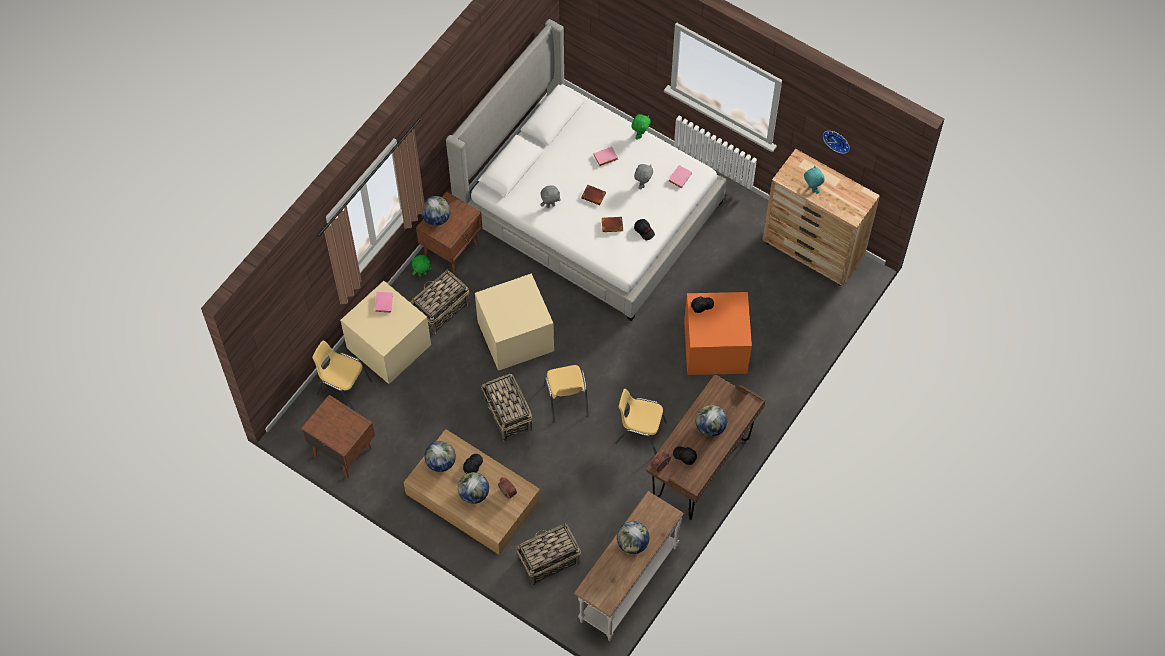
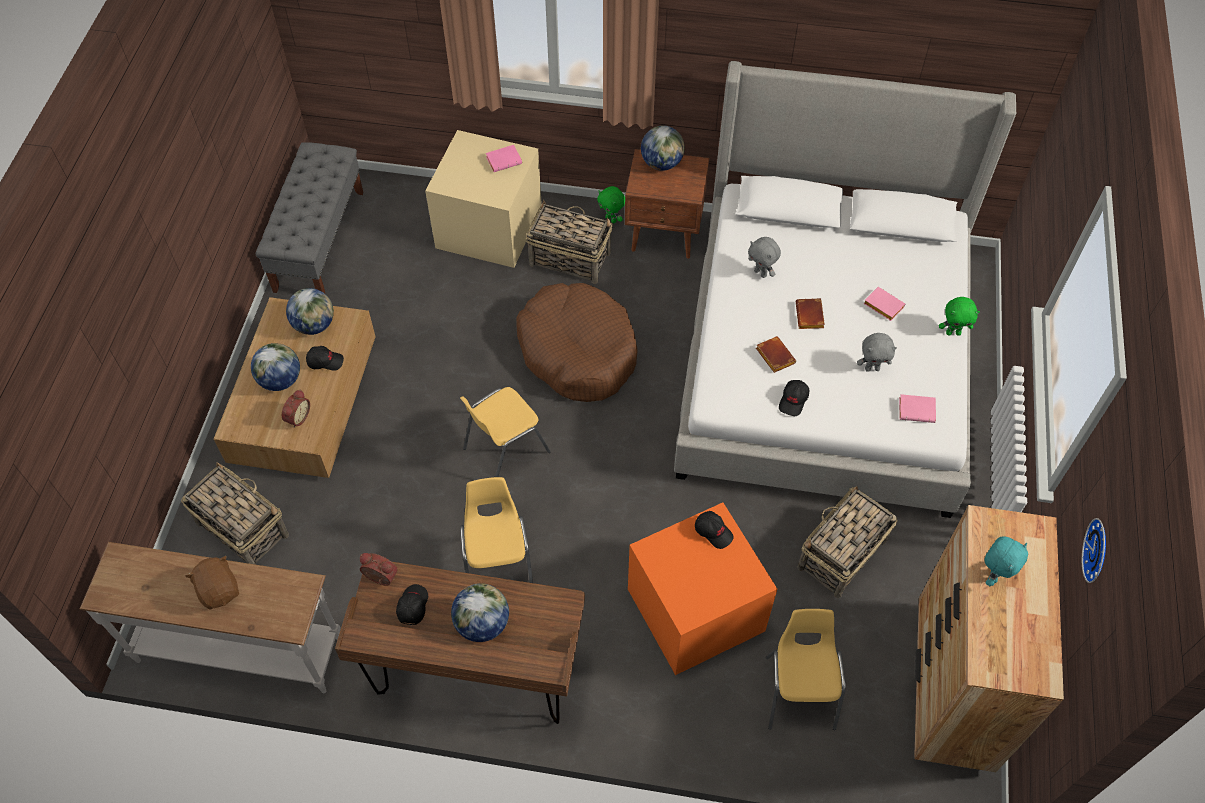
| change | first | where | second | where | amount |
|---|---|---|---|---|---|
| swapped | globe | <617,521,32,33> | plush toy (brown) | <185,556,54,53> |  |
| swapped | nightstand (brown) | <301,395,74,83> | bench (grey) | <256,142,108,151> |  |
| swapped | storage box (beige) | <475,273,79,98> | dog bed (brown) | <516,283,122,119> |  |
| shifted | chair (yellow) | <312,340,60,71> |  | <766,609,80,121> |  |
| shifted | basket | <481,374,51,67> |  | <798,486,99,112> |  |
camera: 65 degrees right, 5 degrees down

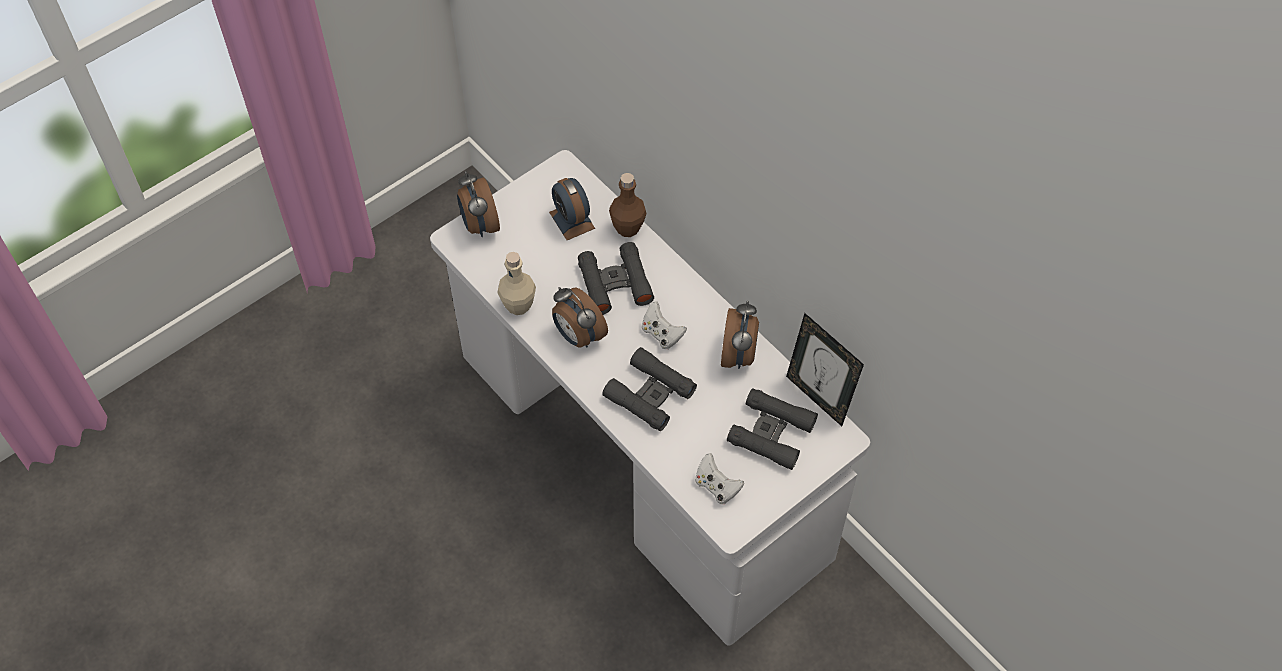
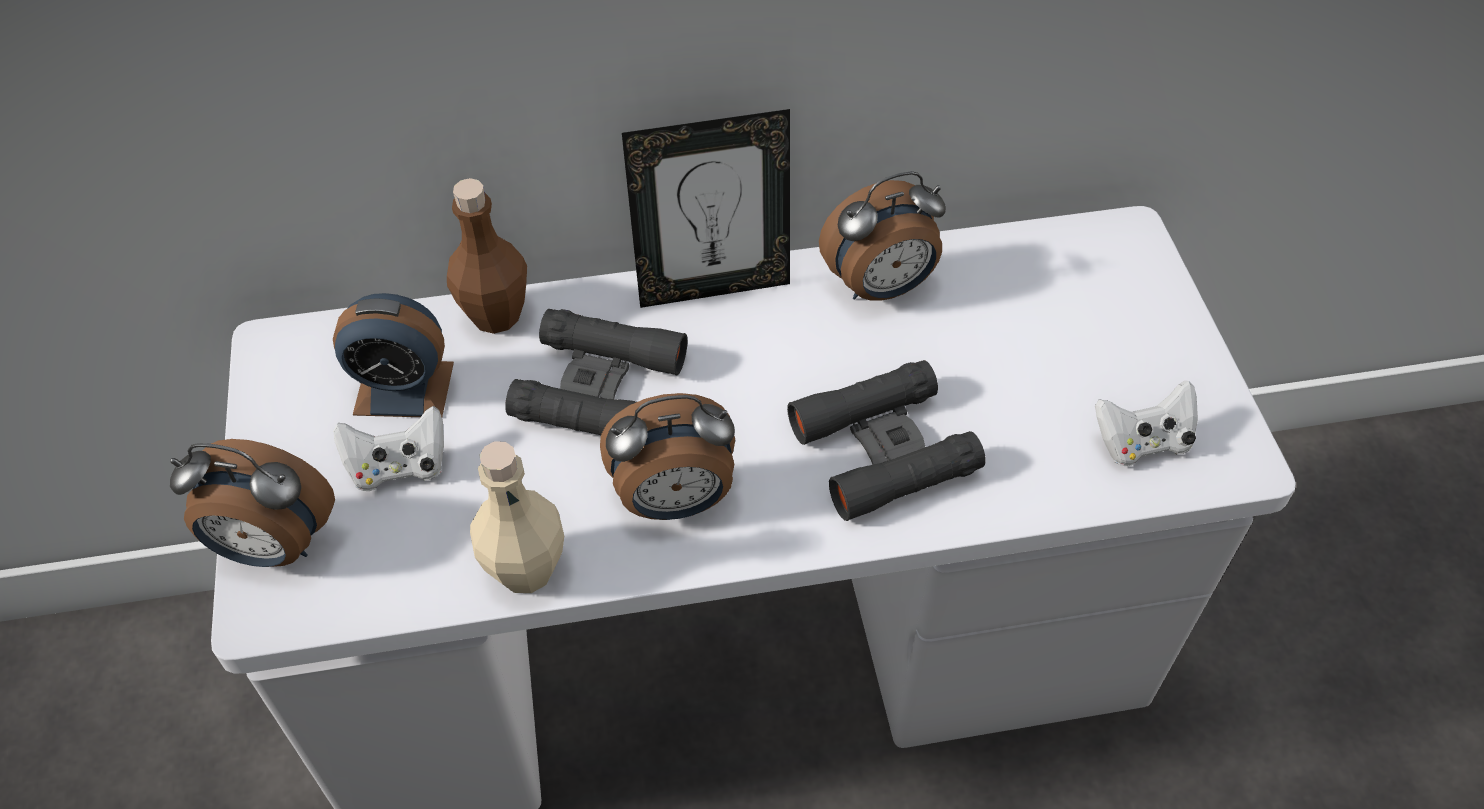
| change | first | where | second | where | amount |
|---|---|---|---|---|---|
| shifted | game controller (white) | <642,301,45,48> |  | <334,406,110,85> |  |
| shifted | picture frame | <786,313,78,113> |  | <622,109,168,199> |  |
| rotated | alarm clock | <721,301,38,68> |  | <819,171,127,130> | 120 degrees clockwise |
| gone | binoculars (black) | <727,388,91,82> |  |  |  |
camera: 60 degrees left, 5 degrees down

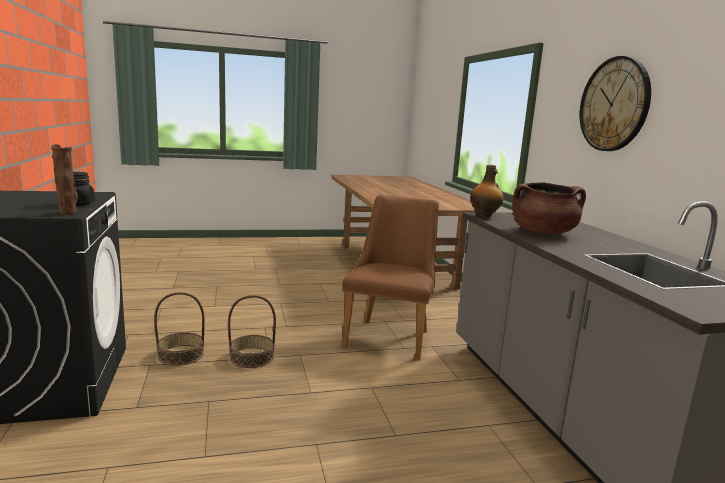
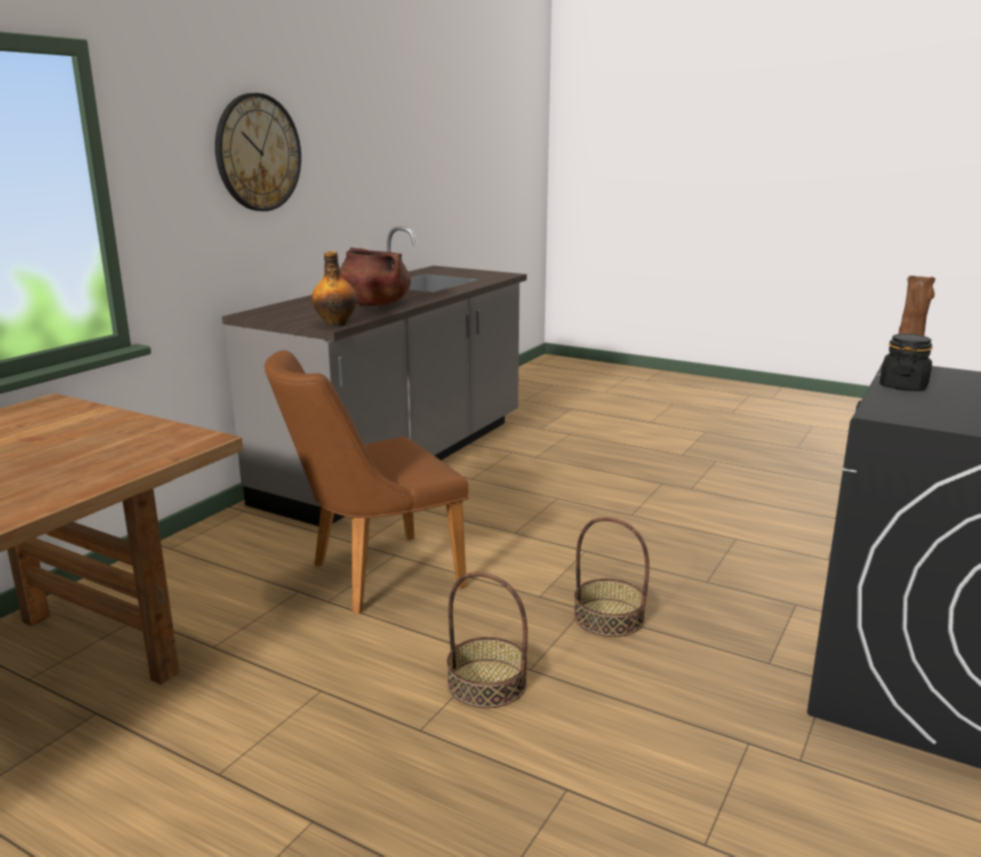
| change | first | where | second | where | amount |
|---|---|---|---|---|---|
| shifted | basket | <154,292,51,74> |  | <447,572,81,136> |  |
camera: 135 degrees left, 5 degrees up

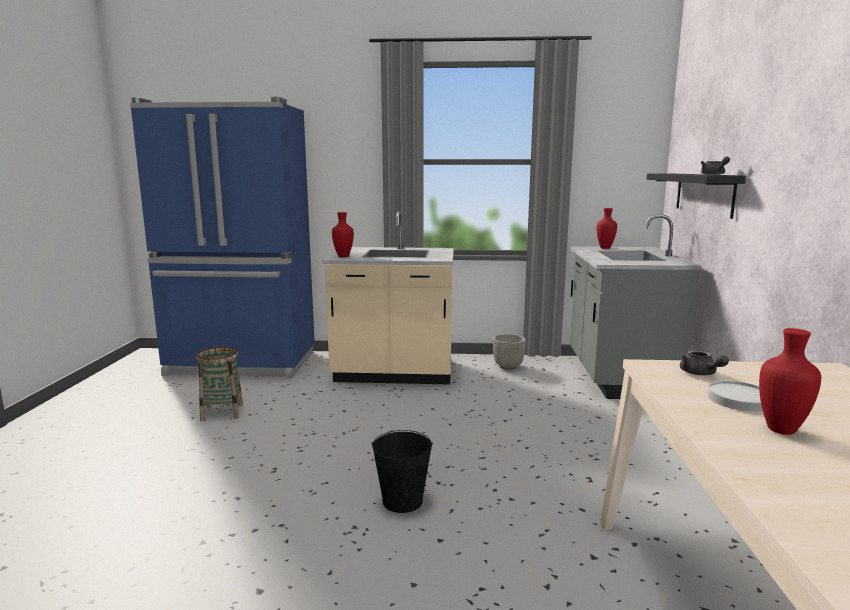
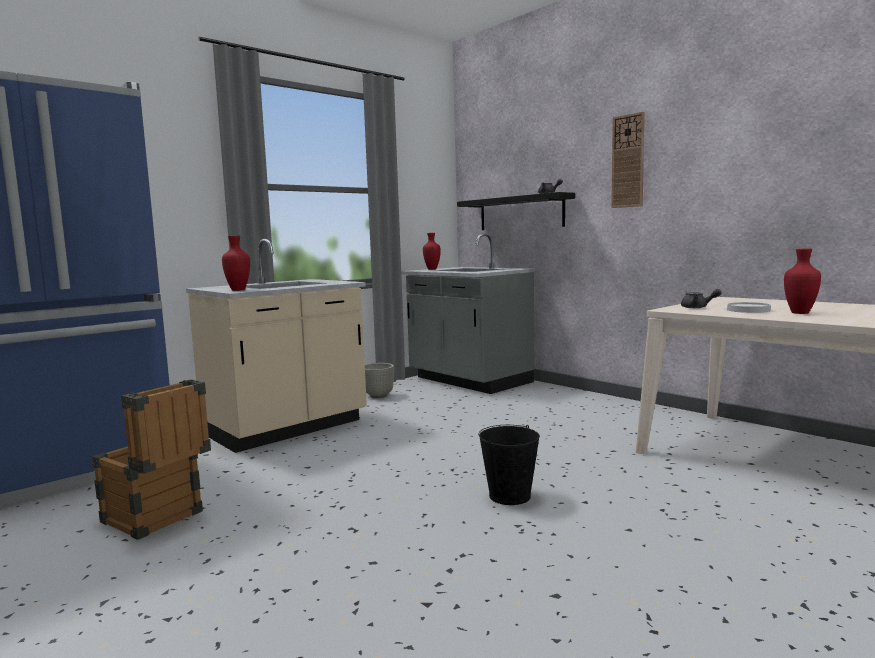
| change | first | where | second | where | amount |
|---|---|---|---|---|---|
| swapped | basket | <196,347,47,74> | crate | <92,380,119,160> |  |
| new |  |  | wall clock | <611,112,34,96> |  |
camera: 45 degrees left, 5 degrees down

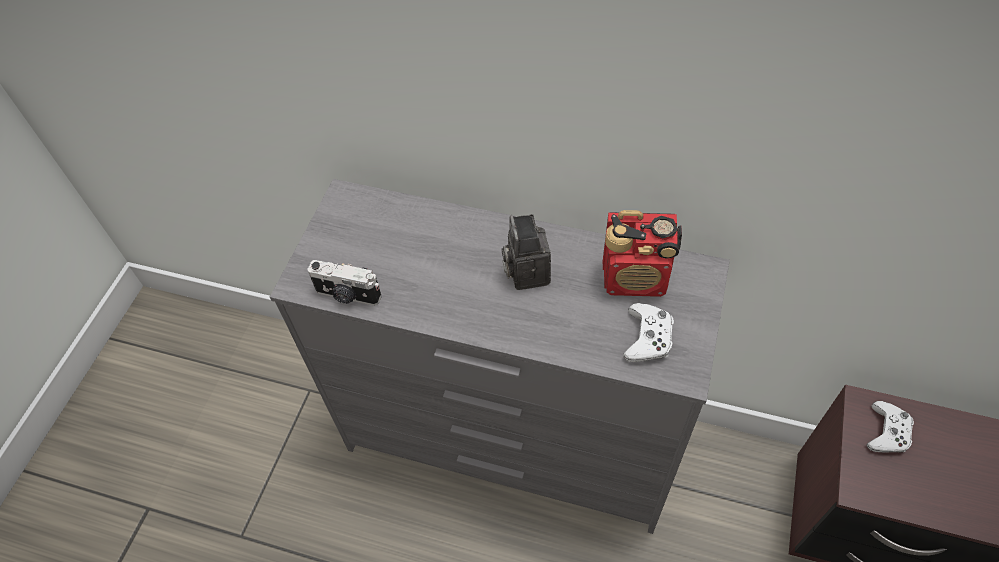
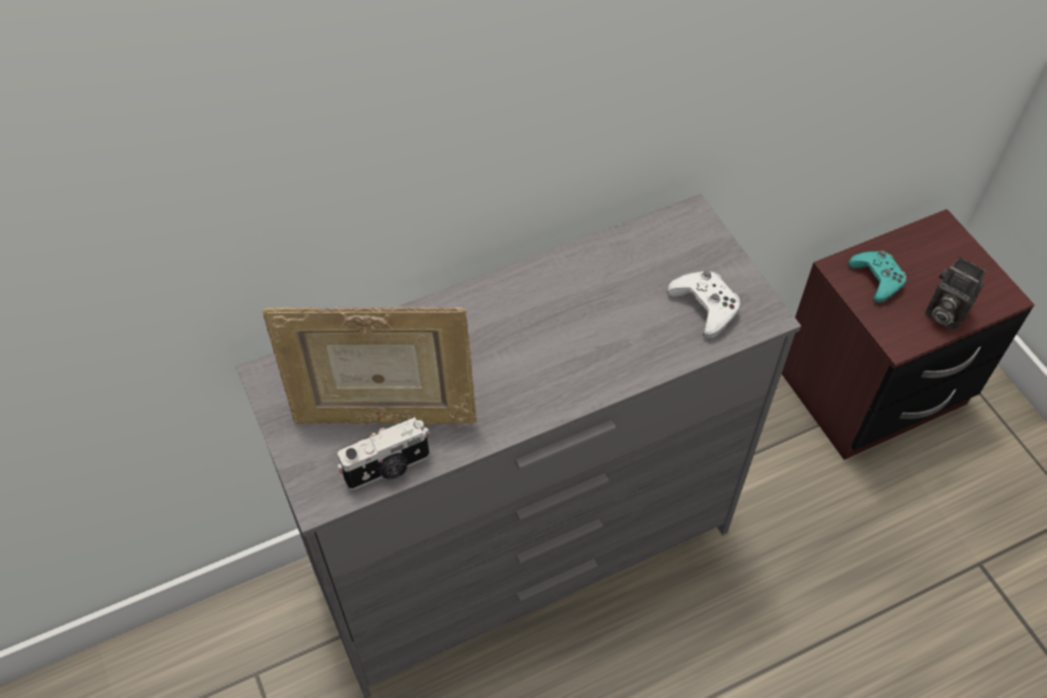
| change | first | where | second | where | amount |
|---|---|---|---|---|---|
| new |  |  | picture frame | <262,307,215,117> |  |
| repainted | game controller (white) | <866,401,48,52> | game controller (turquoise) | <848,250,58,53> |  |
| shifted | photo camera | <502,214,49,76> |  | <925,257,61,74> |  |
| gone | radio | <603,210,79,87> |  |  |  |
camera: 45 degrees left, 0 degrees up

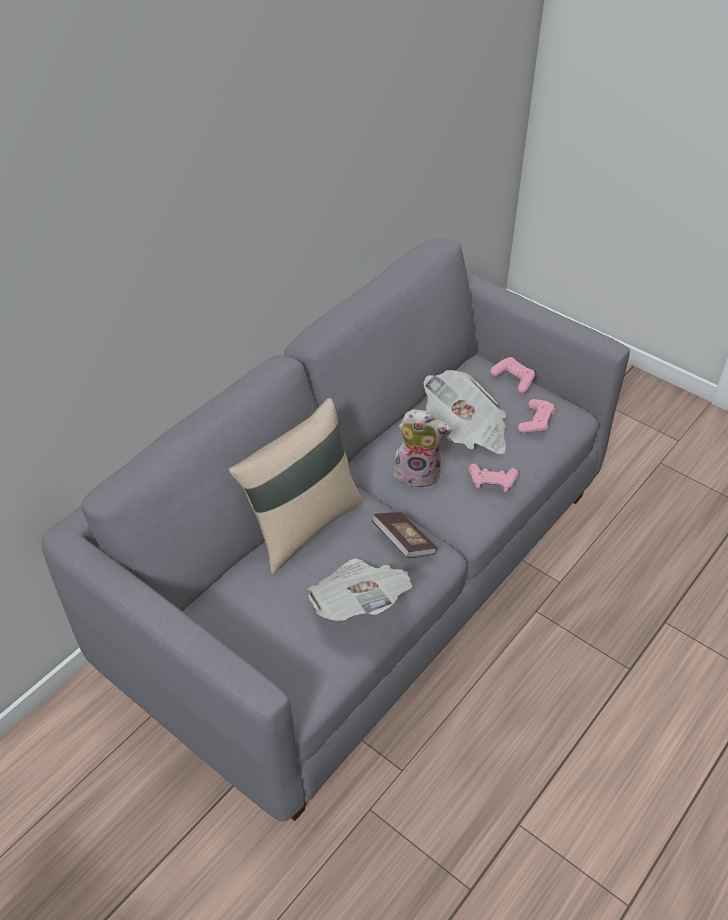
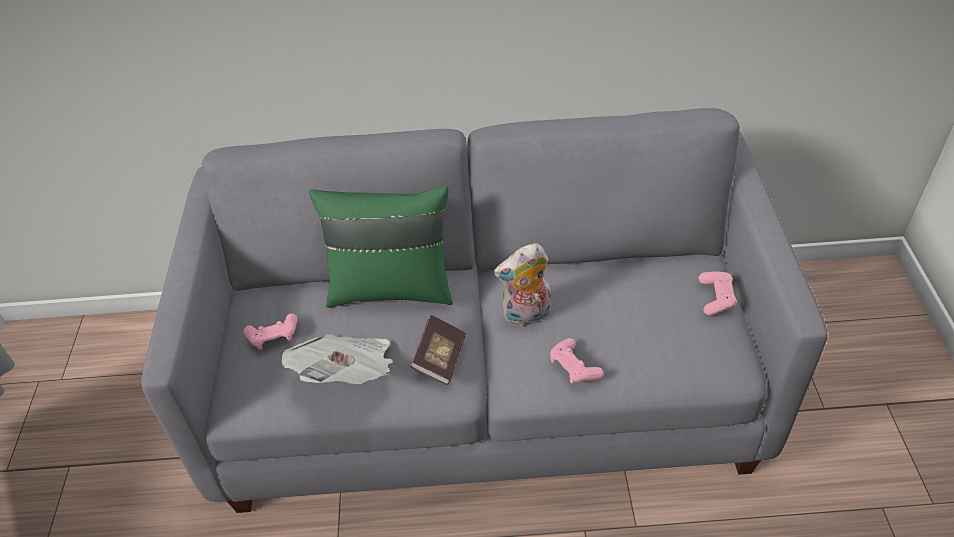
| change | first | where | second | where | amount |
|---|---|---|---|---|---|
| shifted | game controller (pink) | <518,399,37,34> |  | <244,314,53,36> |  |
| repainted | pillow (beige) | <229,398,134,176> | pillow (green) | <309,185,144,123> |  |
| rotated | plush toy | <392,409,60,79> |  | <494,243,57,83> | 105 degrees clockwise |
| gone | newspaper | <424,370,82,84> |  |  |  |
camera: 50 degrees right, 0 degrees up

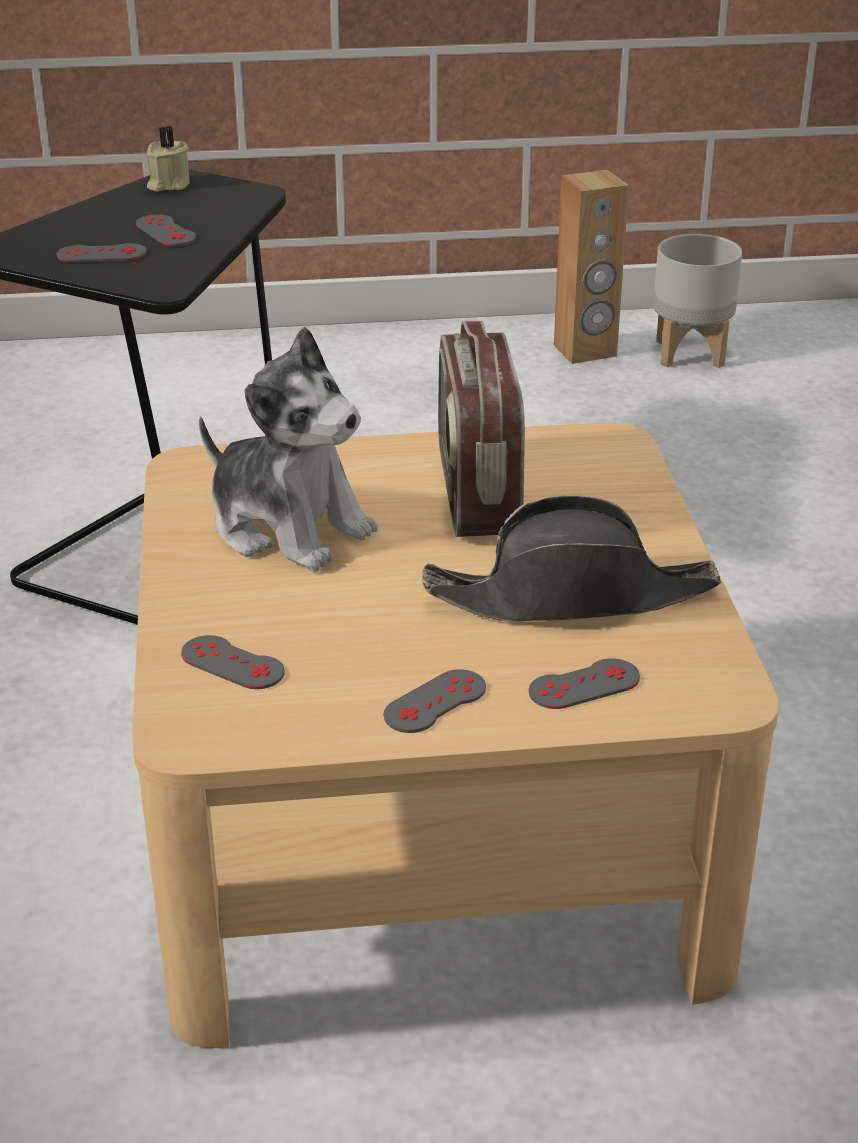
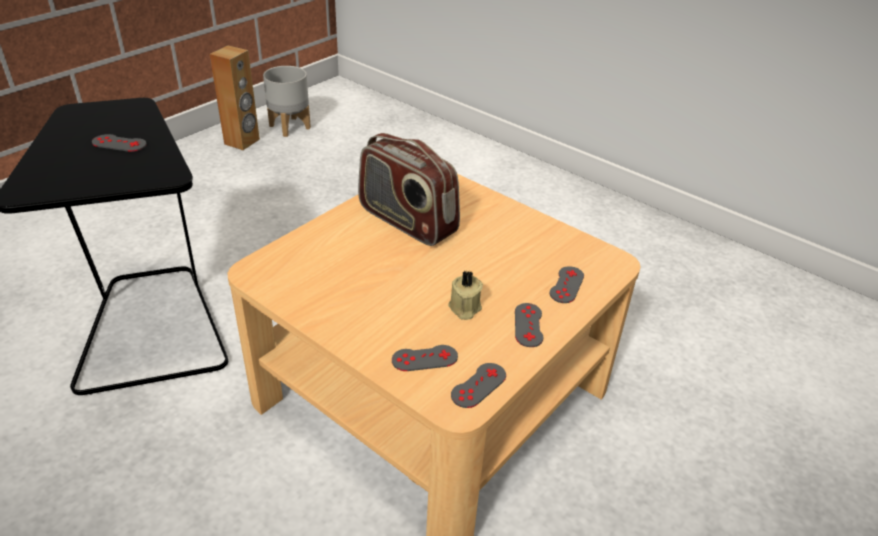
| change | first | where | second | where | amount |
|---|---|---|---|---|---|
| shifted | candle (beige) | <147,126,43,66> |  | <448,271,35,49> |  |
| shifted | game controller (grey) | <57,243,90,20> |  | <451,363,55,45> |  |
| gone | plush toy | <199,327,179,245> |  |  |  |
| gone | hat (black) | <422,495,299,127> |  |  |  |
camera: 45 degrees left, 5 degrees up

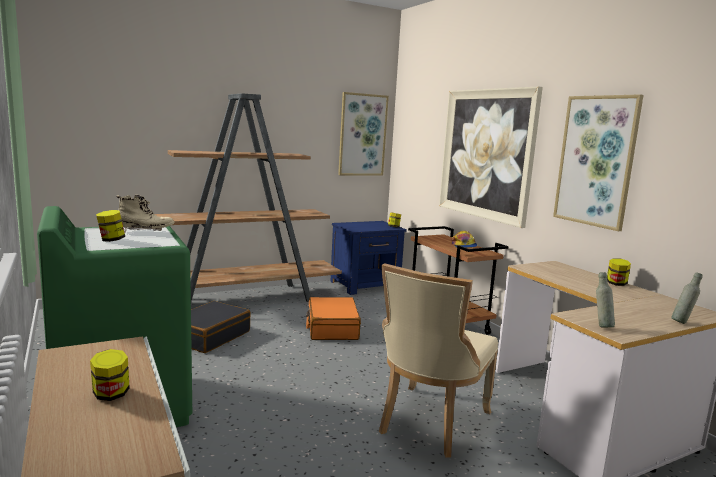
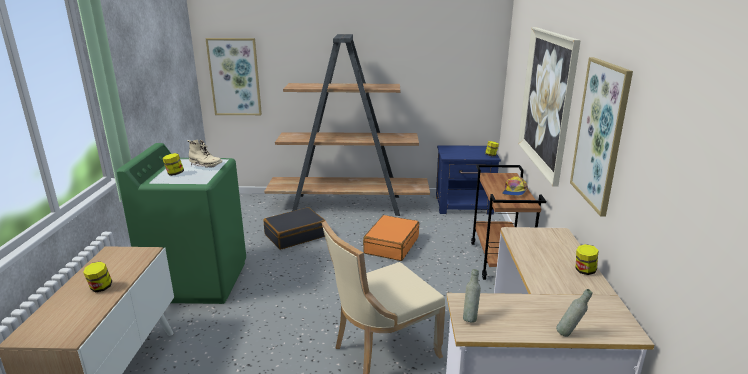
| change | first | where | second | where | amount |
|---|---|---|---|---|---|
| shifted | picture | <338,92,51,84> |  | <205,38,57,77> |  |
camera: 30 degrees right, 10 degrees up

